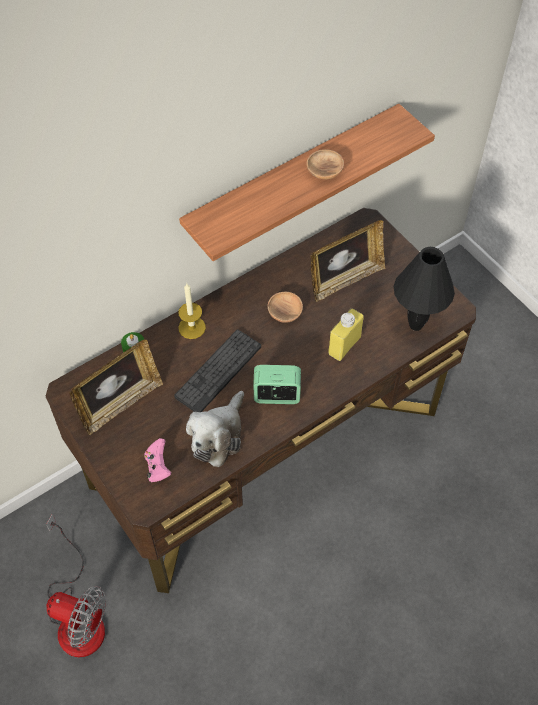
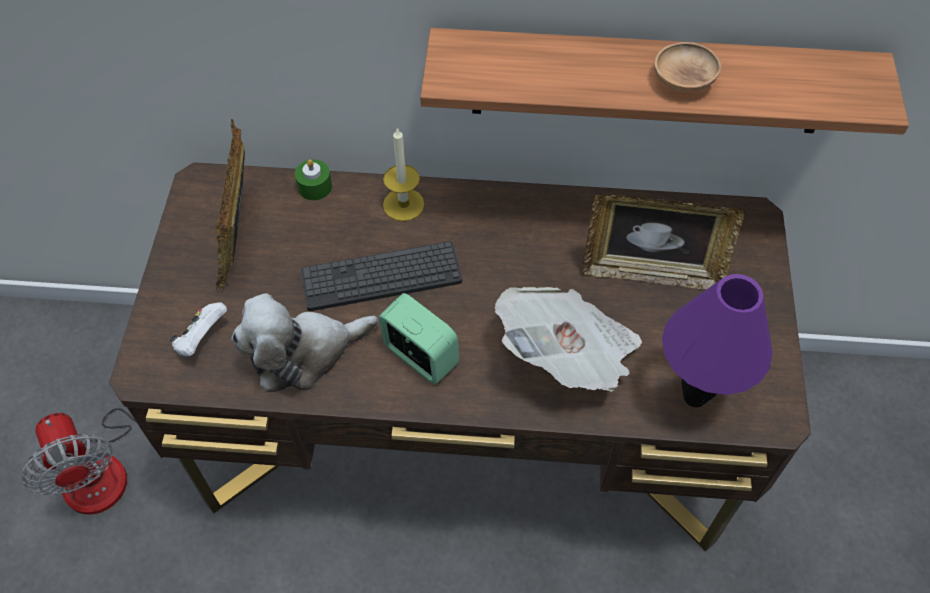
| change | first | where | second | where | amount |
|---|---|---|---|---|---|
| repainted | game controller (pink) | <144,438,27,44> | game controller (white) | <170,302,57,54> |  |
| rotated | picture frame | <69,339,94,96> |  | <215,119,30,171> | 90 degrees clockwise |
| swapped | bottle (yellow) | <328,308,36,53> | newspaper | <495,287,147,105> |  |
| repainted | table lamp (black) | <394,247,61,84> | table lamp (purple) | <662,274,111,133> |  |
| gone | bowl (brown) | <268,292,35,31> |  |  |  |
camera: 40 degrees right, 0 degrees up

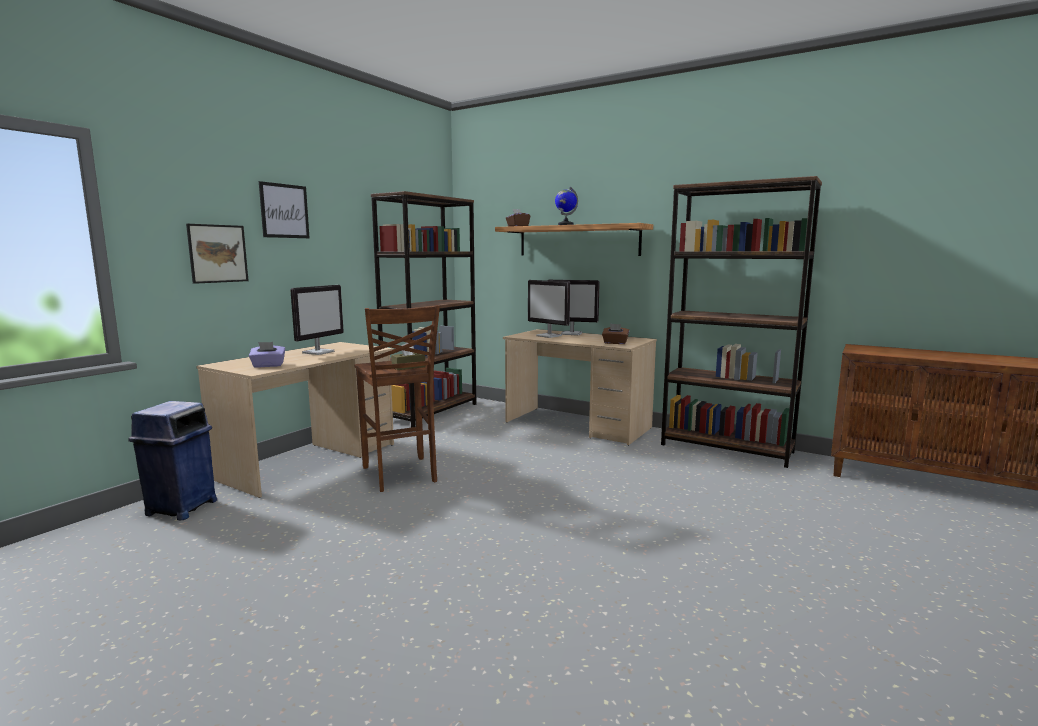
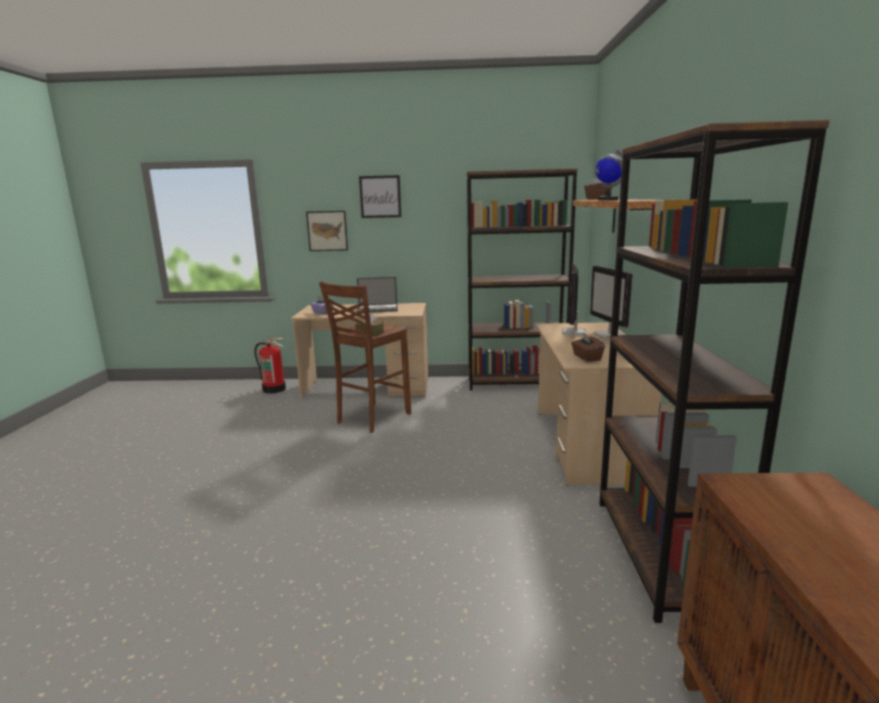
| change | first | where | second | where | amount |
|---|---|---|---|---|---|
| swapped | trash can (blue) | <128,401,89,120> | fire extinguisher | <254,338,32,56> |  |
| swapped | monitor | <290,285,54,70> | laptop | <357,277,41,36> |  |
camera: 60 degrees right, 5 degrees up

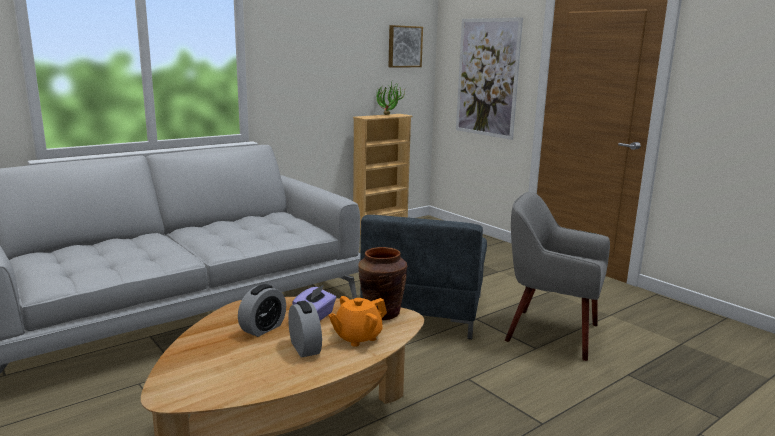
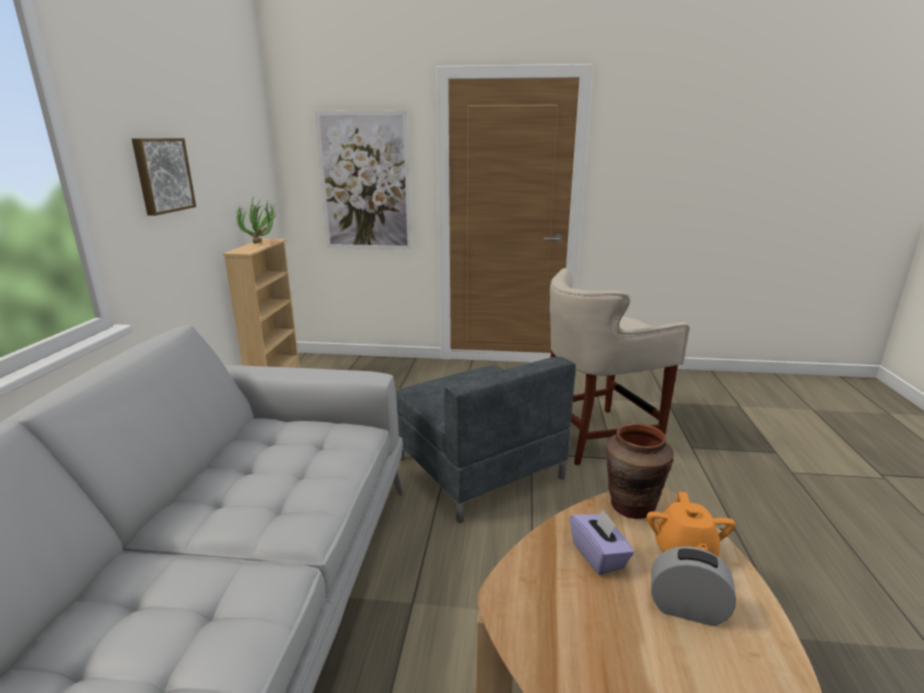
| change | first | where | second | where | amount |
|---|---|---|---|---|---|
| shifted | picture | <389,25,34,42> |  | <132,138,64,78> |  |
| swapped | armchair (grey) | <505,192,105,169> | stool (beige) | <550,268,140,198> |  |
| gone | alarm clock | <238,284,48,53> |  |  |  |
camera: 45 degrees left, 5 degrees up

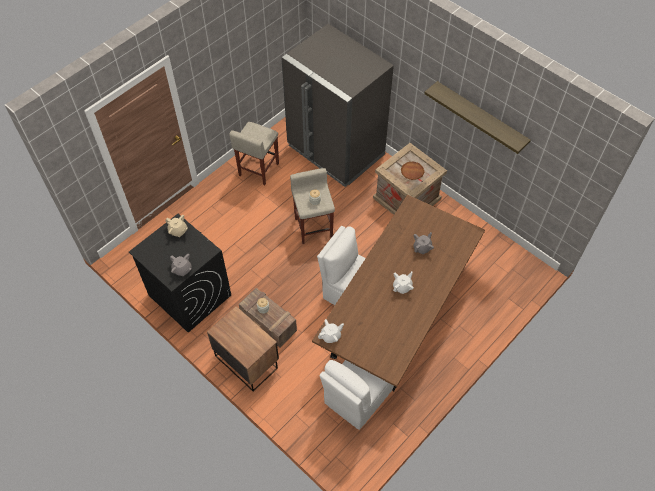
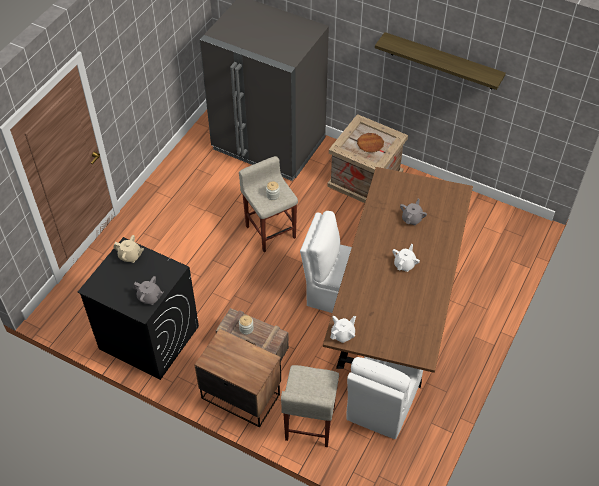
| change | first | where | second | where | amount |
|---|---|---|---|---|---|
| shifted | stool (beige) | <229,122,50,63> |  | <281,365,58,82> |  |
camera: 15 degrees left, 5 degrees down

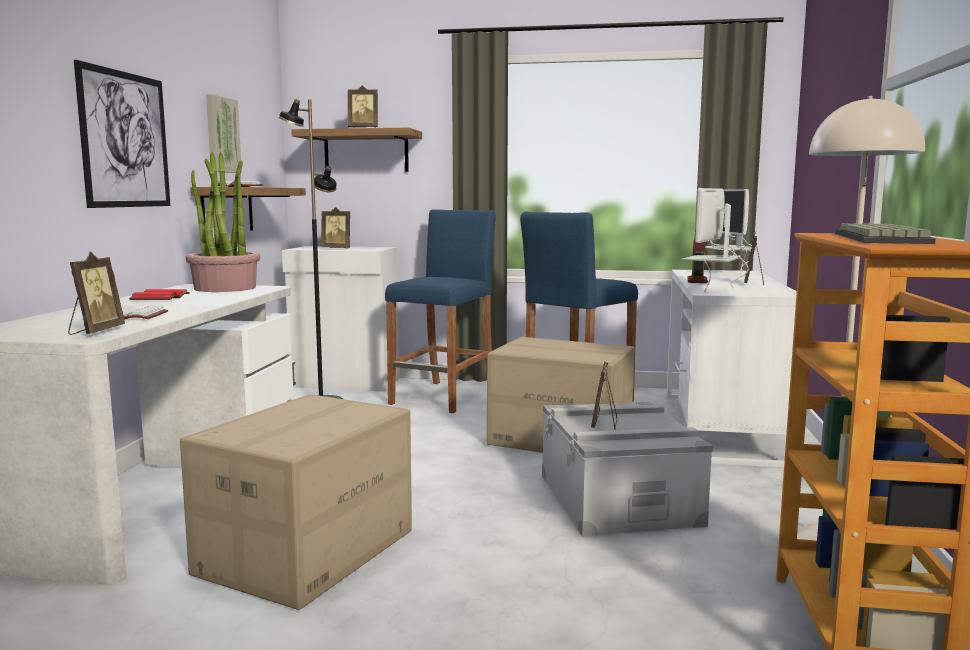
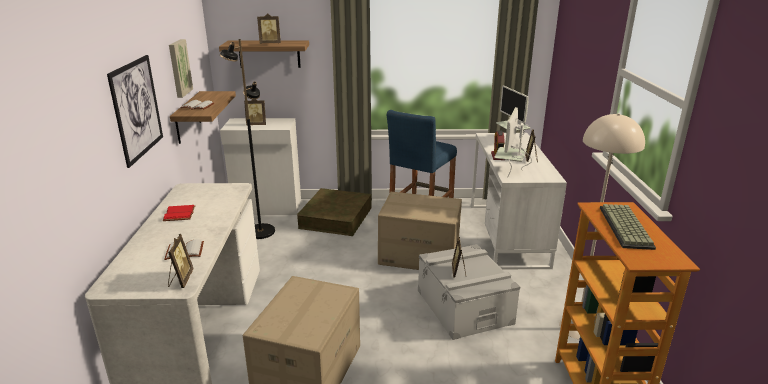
| change | first | where | second | where | amount |
|---|---|---|---|---|---|
| swapped | stool (blue) | <385,209,111,204> | storage box (brown) | <297,188,75,48> |  |
| gone | potted plant | <185,153,75,139> |  |  |  |
camera: 10 degrees left, 15 degrees up

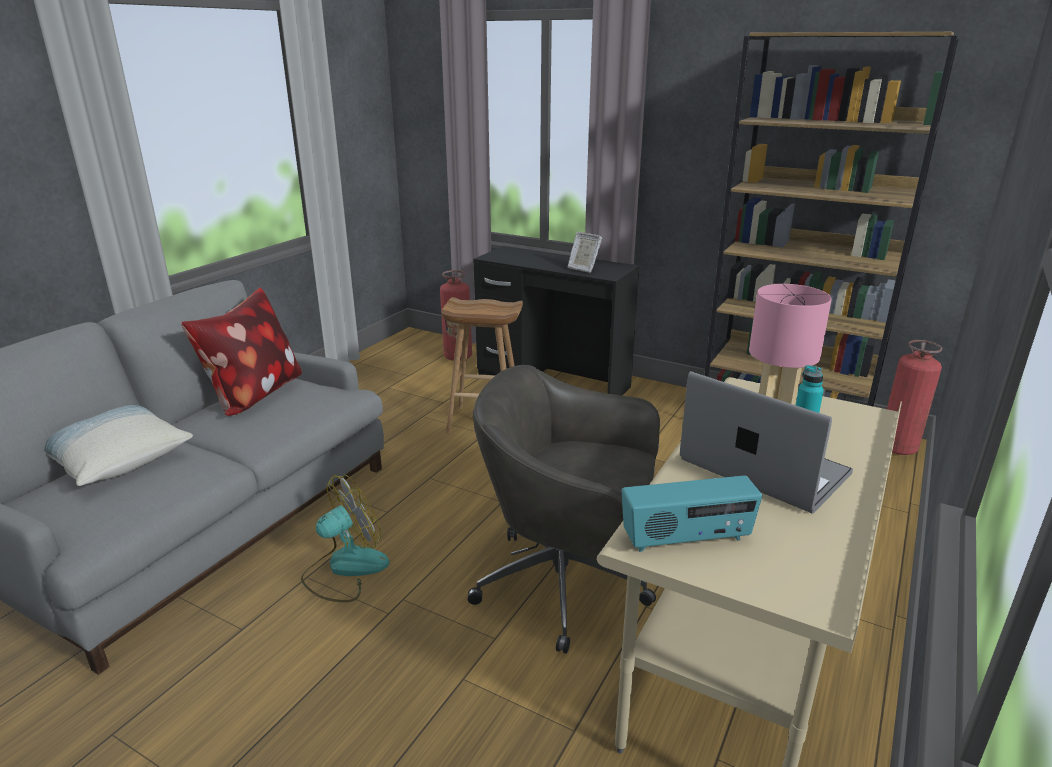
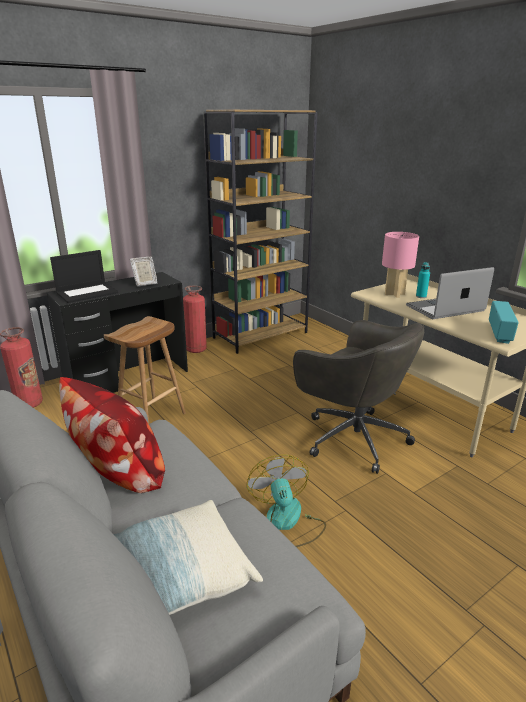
| change | first | where | second | where | amount |
|---|---|---|---|---|---|
| new |  |  | laptop | <50,250,68,53> |  |
| shifted | fire extinguisher | <887,340,55,115> |  | <183,285,24,68> |  |
| rotated | office chair (grey) | <468,365,192,289> |  | <293,320,131,154> | 90 degrees counterclockwise |
camera: 65 degrees left, 0 degrees up

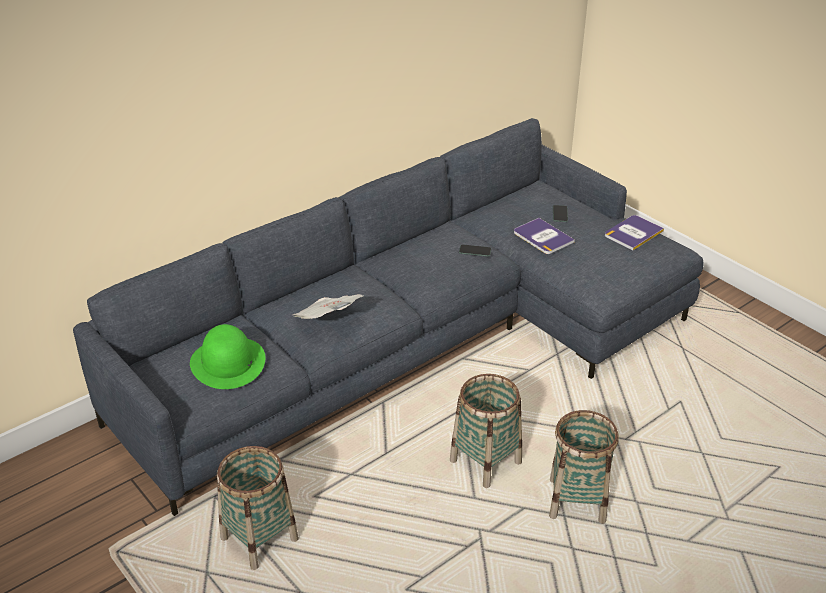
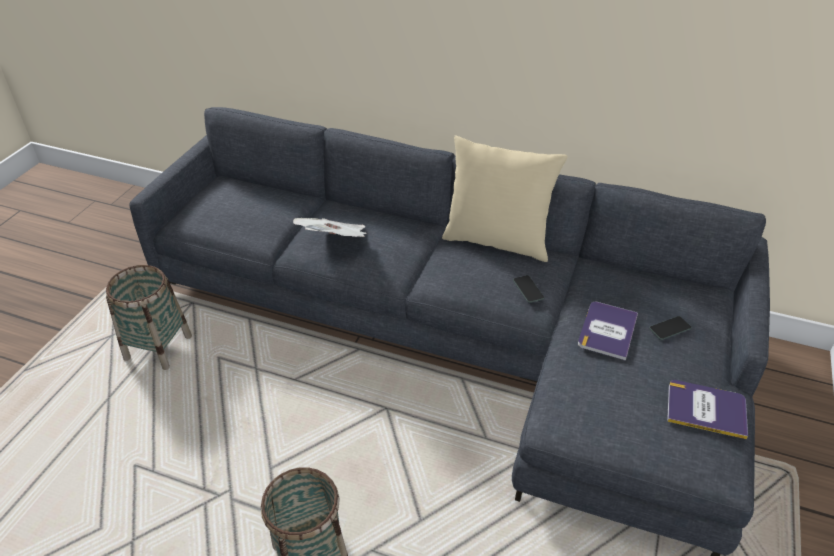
| change | first | where | second | where | amount |
|---|---|---|---|---|---|
| new |  |  | pillow (beige) | <442,136,126,126> |  |
| gone | hat (green) | <190,324,75,65> |  |  |  |
| gone | basket | <450,374,72,114> |  |  |  |
camera: 60 degrees right, 5 degrees up

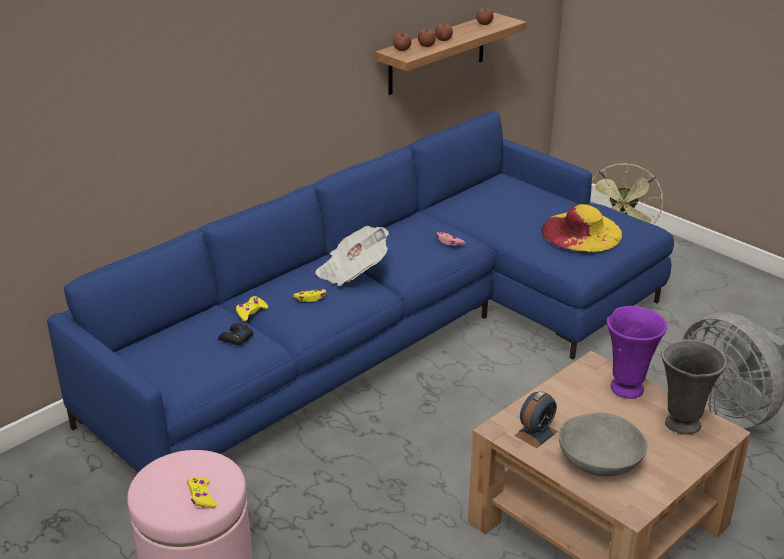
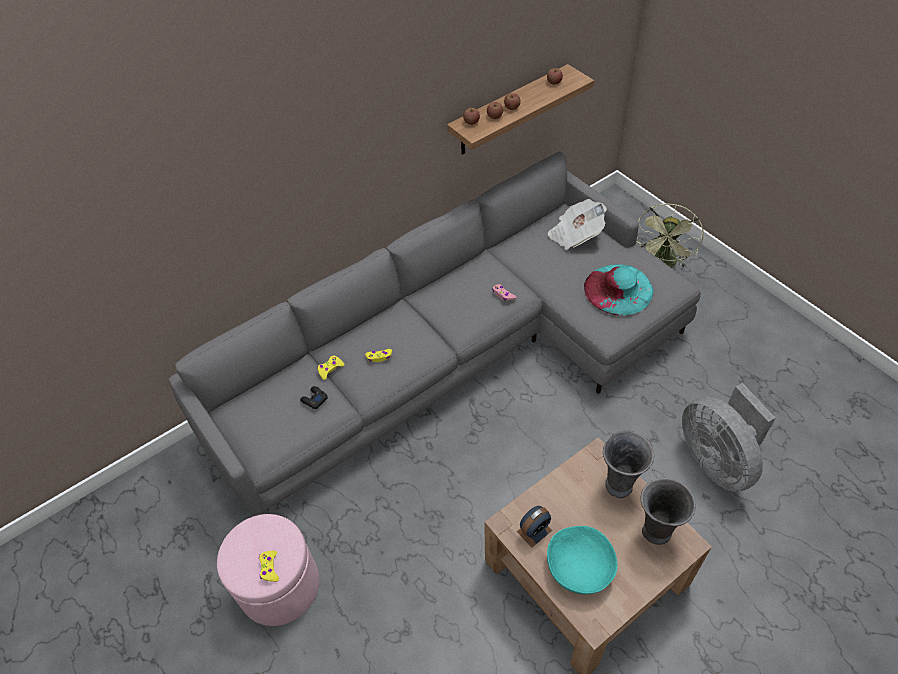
| change | first | where | second | where | amount |
|---|---|---|---|---|---|
| repainted | sofa (blue) | <47,111,627,362> | sofa (grey) | <168,152,533,364> |  |
| repainted | bowl (grey) | <559,412,88,65> | bowl (turquoise) | <547,526,71,68> |  |
| shifted | newspaper | <316,226,73,60> |  | <548,199,59,51> |  |
| repainted | hat (yellow) | <541,204,81,48> | hat (turquoise) | <584,264,70,52> |  |
| repainted | vase (purple) | <607,306,60,93> | vase (grey) | <603,431,51,67> |  |
camera: 10 degrees right, 20 degrees up

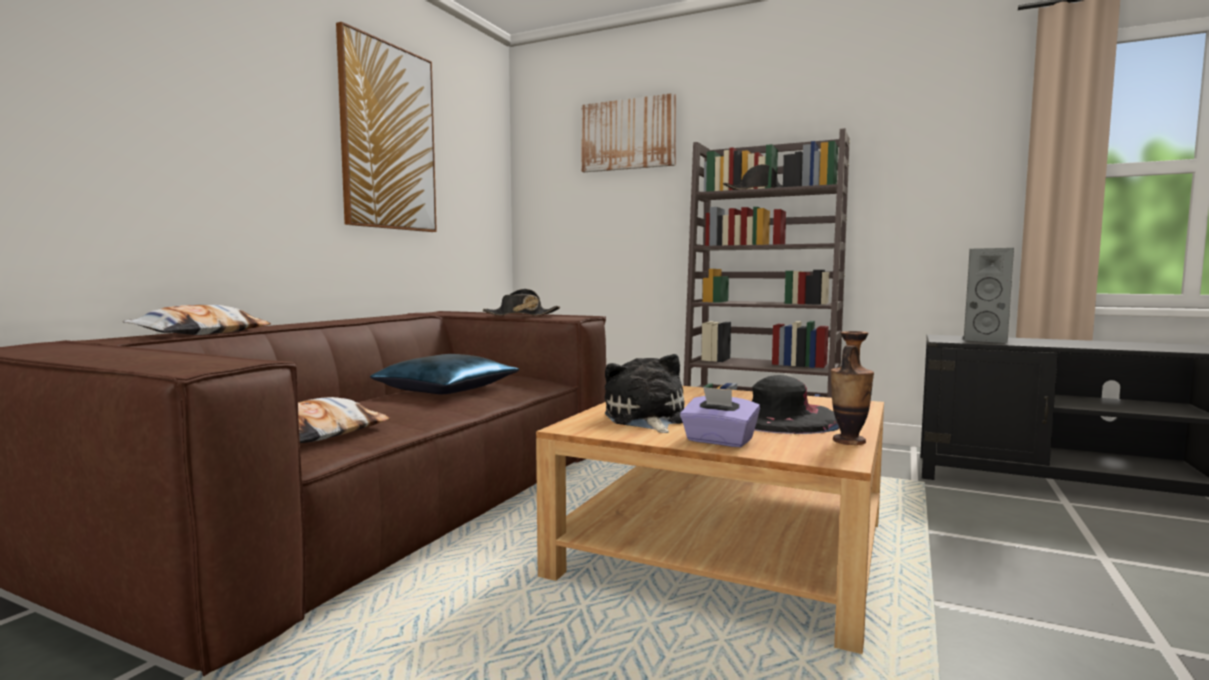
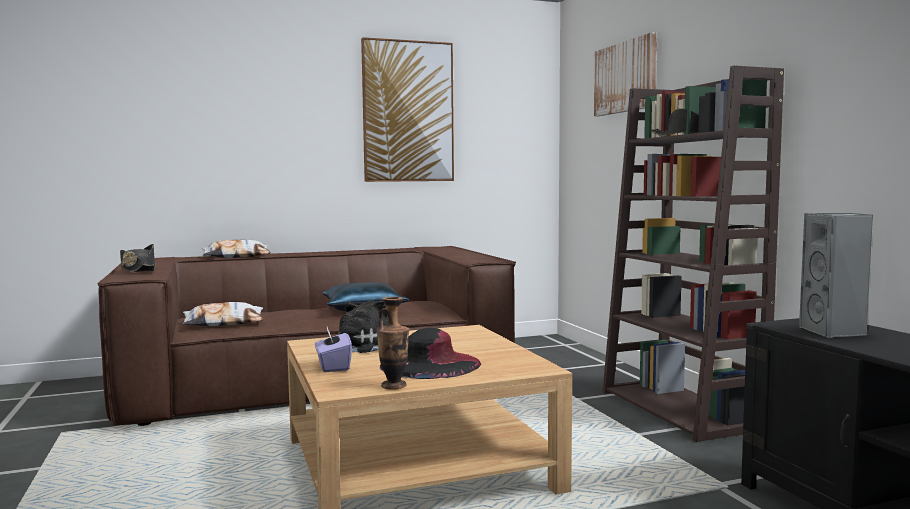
| change | first | where | second | where | amount |
|---|---|---|---|---|---|
| shifted | hat (black) | <483,289,77,26> |  | <120,244,35,28> |  |
camera: 45 degrees right, 0 degrees up

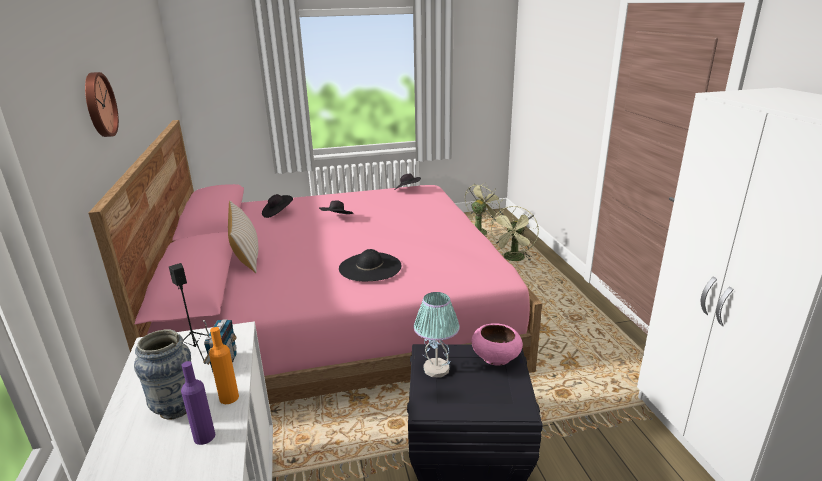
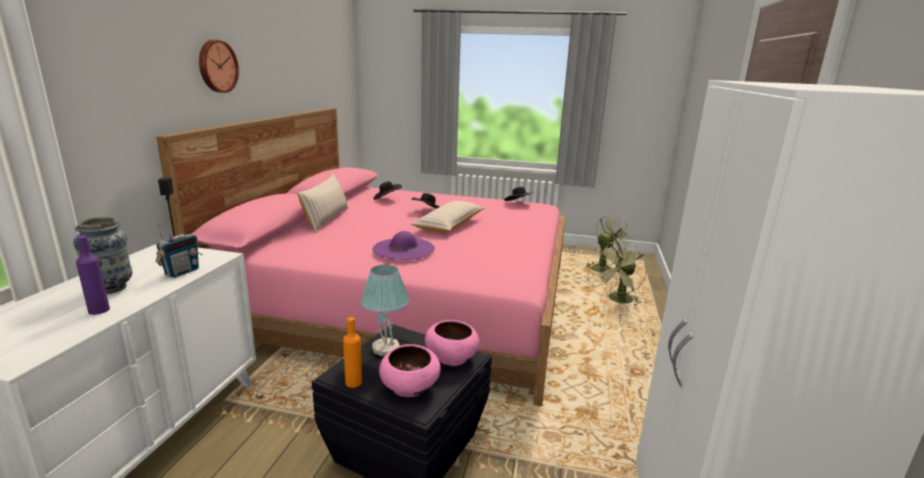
| change | first | where | second | where | amount |
|---|---|---|---|---|---|
| shifted | bottle (orange) | <209,327,30,77> |  | <343,317,19,71> |  |
| repainted | hat (black) | <339,249,62,32> | hat (purple) | <372,231,63,29> |  |
| new |  |  | bowl (pink) | <379,344,62,53> |  |
| new |  |  | pillow (beige) | <410,201,74,32> |  |
camera: 25 degrees right, 5 degrees down

